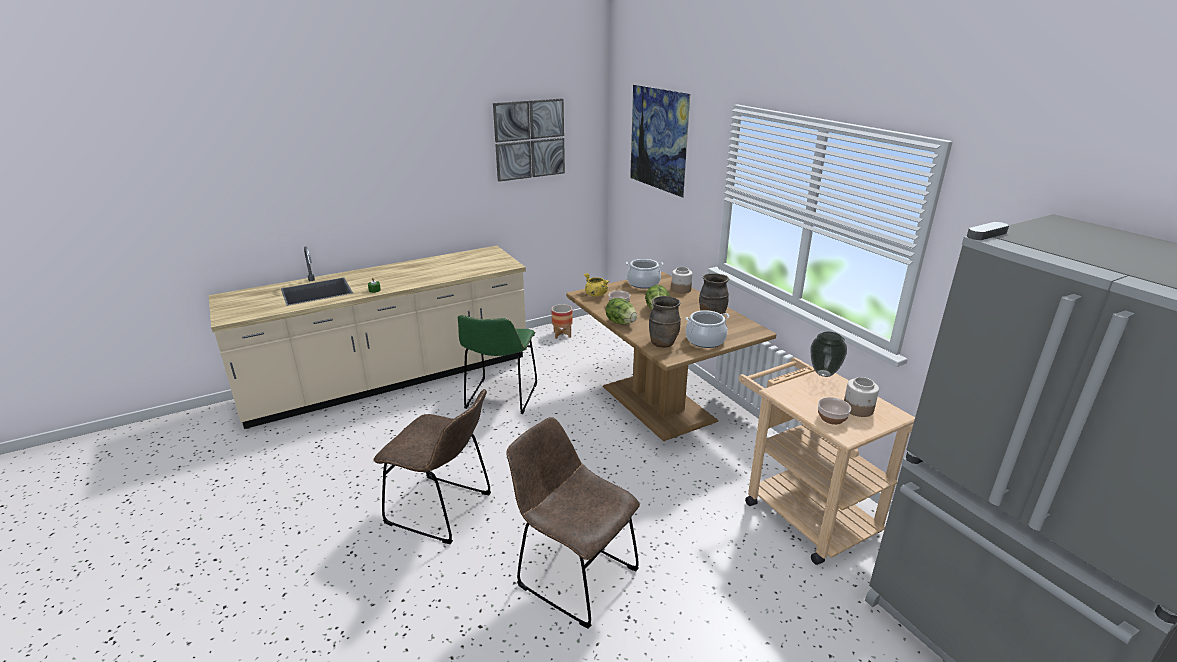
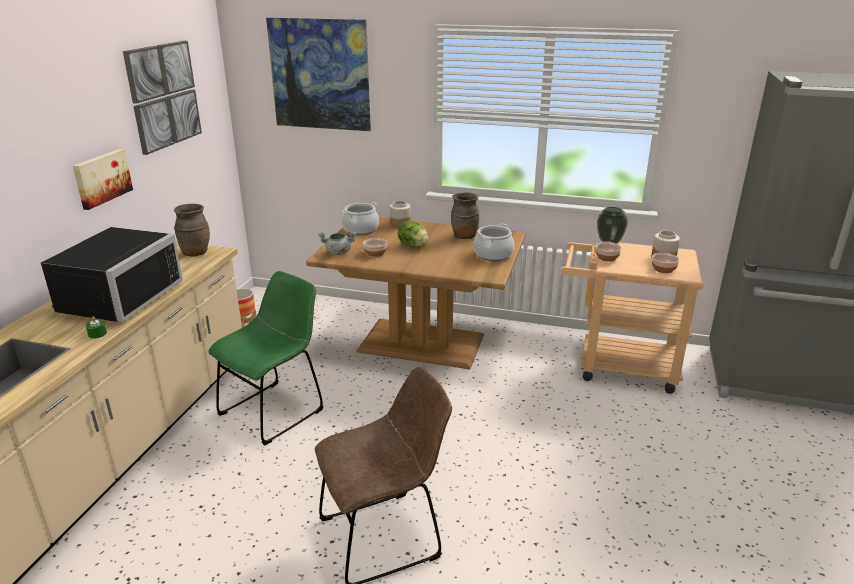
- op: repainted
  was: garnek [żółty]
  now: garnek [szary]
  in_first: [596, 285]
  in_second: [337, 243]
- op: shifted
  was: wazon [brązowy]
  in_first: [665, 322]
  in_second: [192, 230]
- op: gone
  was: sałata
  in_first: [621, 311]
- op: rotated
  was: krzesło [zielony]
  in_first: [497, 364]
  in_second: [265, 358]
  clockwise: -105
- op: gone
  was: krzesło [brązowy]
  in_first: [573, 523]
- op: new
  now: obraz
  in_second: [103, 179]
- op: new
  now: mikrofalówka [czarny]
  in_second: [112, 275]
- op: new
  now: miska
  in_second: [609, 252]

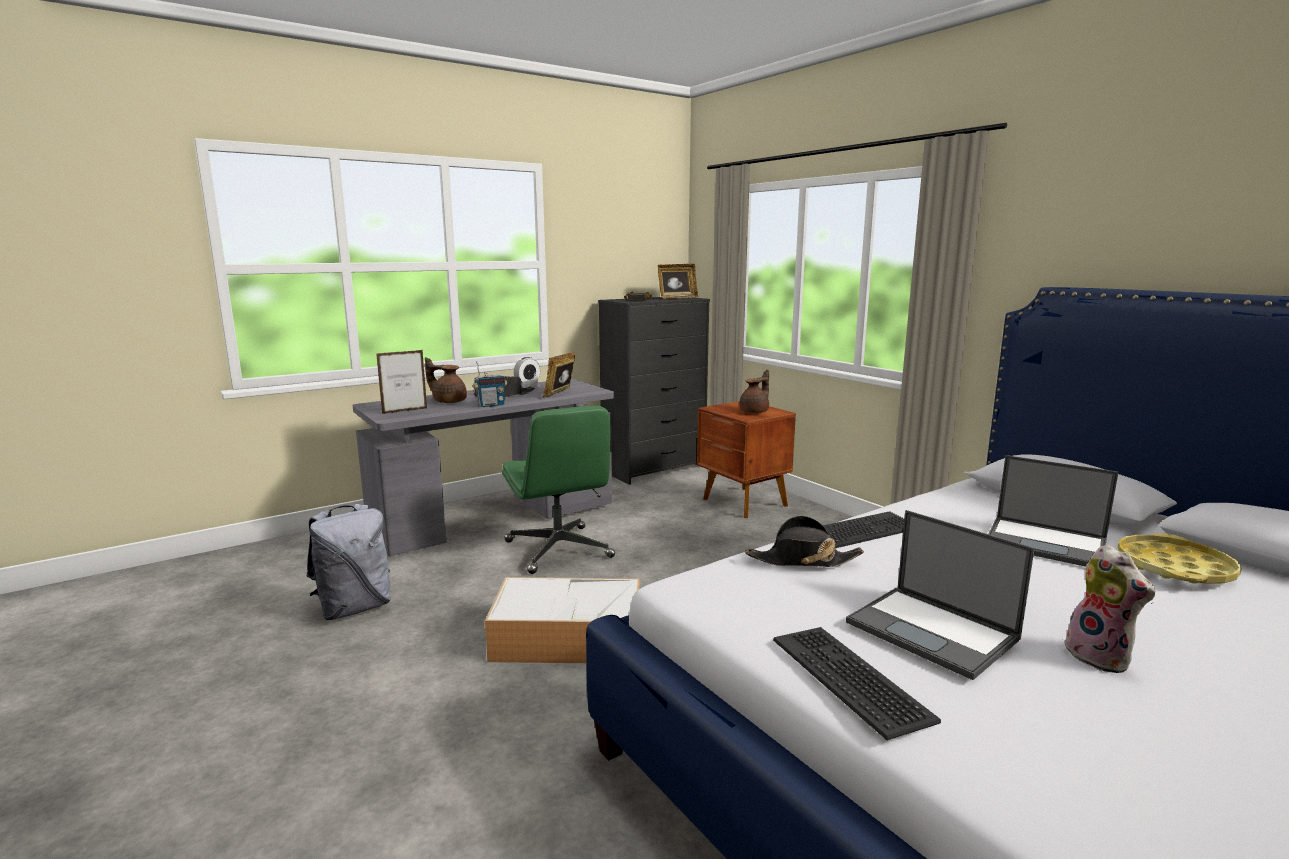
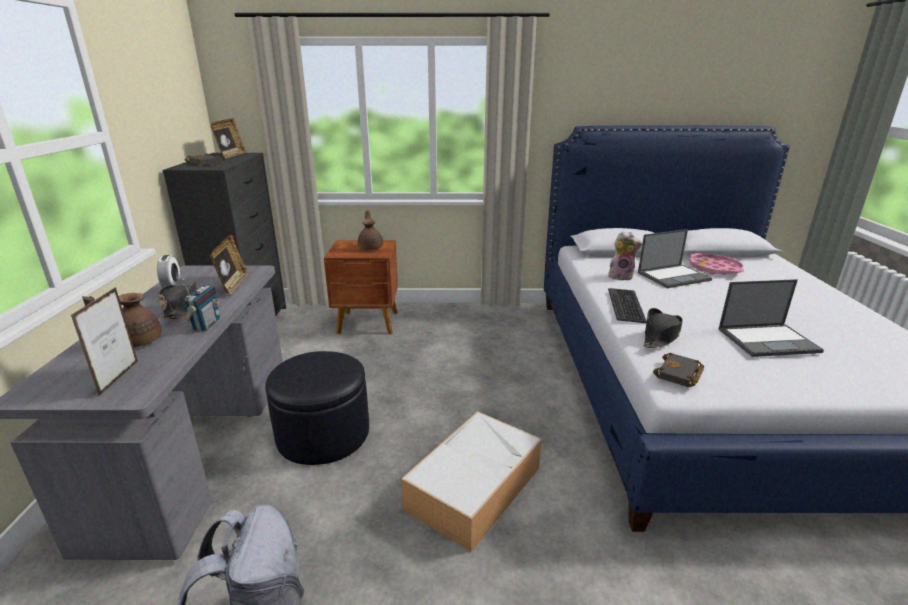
- op: rotated
  was: ramka na zdjęcie
  in_first: [558, 375]
  in_second: [229, 264]
  clockwise: -150
- op: swapped
  was: krzesło biurowe [zielony]
  now: pufa [czarny]
  in_first: [558, 490]
  in_second: [317, 408]
- op: repainted
  was: taca [żółty]
  now: taca [różowy]
  in_first: [1180, 558]
  in_second: [716, 264]
- op: shifted
  was: pluszak
  in_first: [1108, 608]
  in_second: [625, 256]
- op: gone
  was: klawiatura
  in_first: [857, 683]
- op: new
  now: książka [czarny]
  in_second: [678, 370]

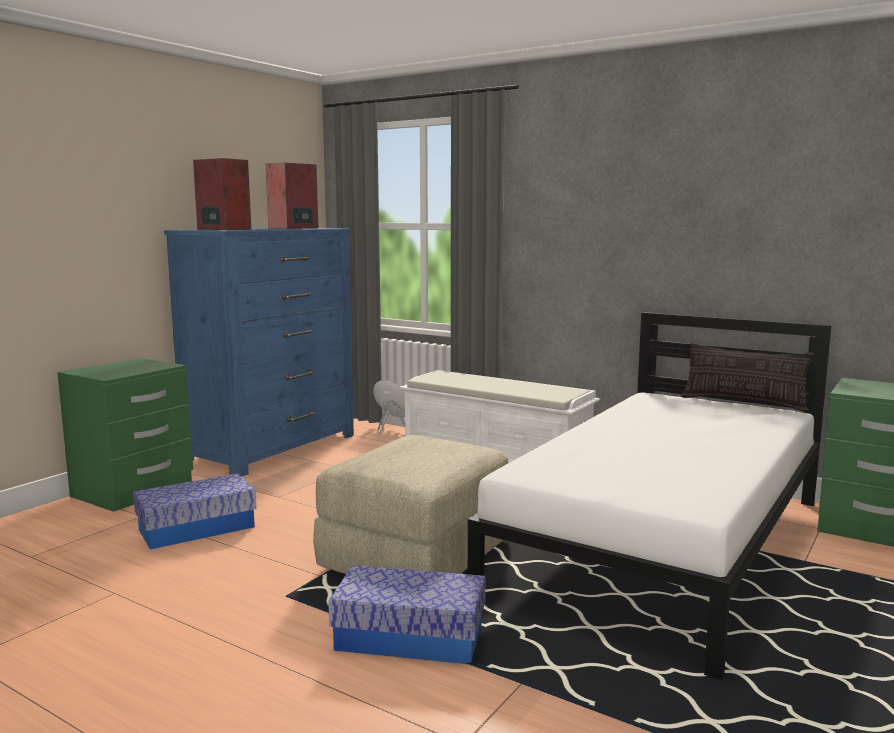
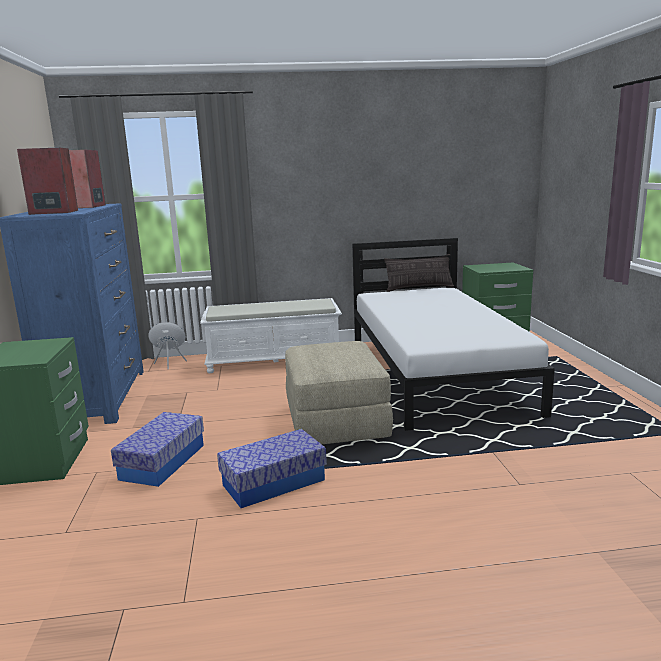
- op: shifted
  was: pojemnik do przechowywania
  in_first: [407, 614]
  in_second: [272, 468]

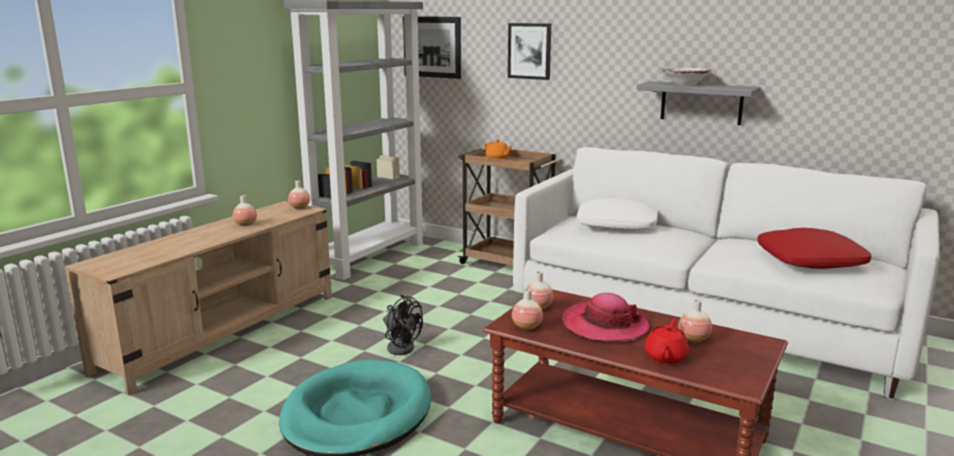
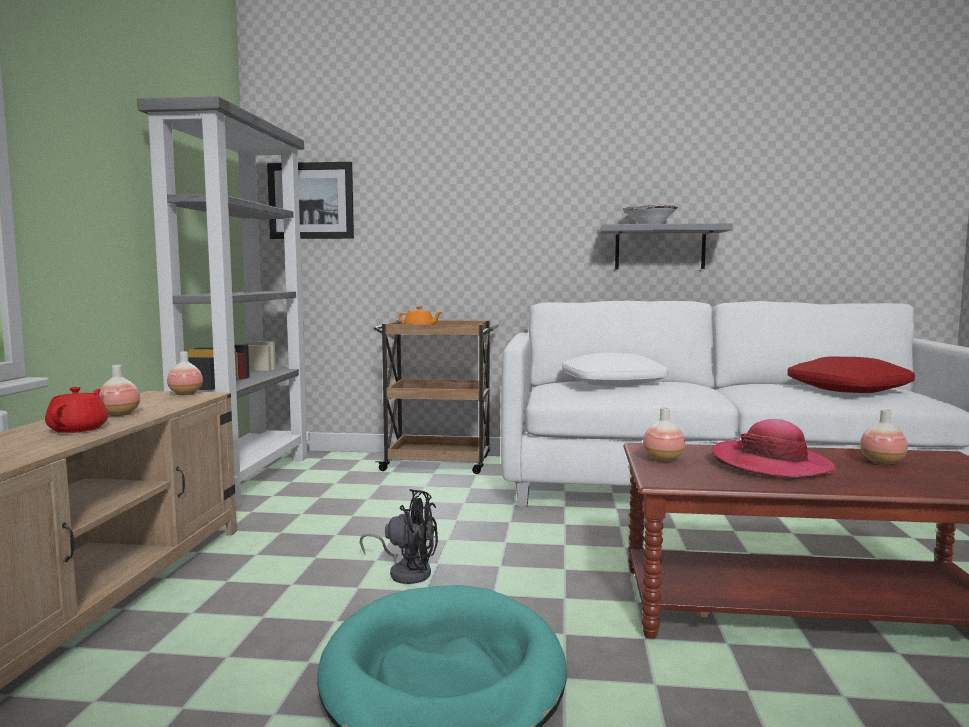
- op: gone
  was: obraz
  in_first: [529, 51]
- op: gone
  was: wazon
  in_first: [527, 309]
- op: shifted
  was: imbryk [czerwony]
  in_first: [667, 341]
  in_second: [76, 410]

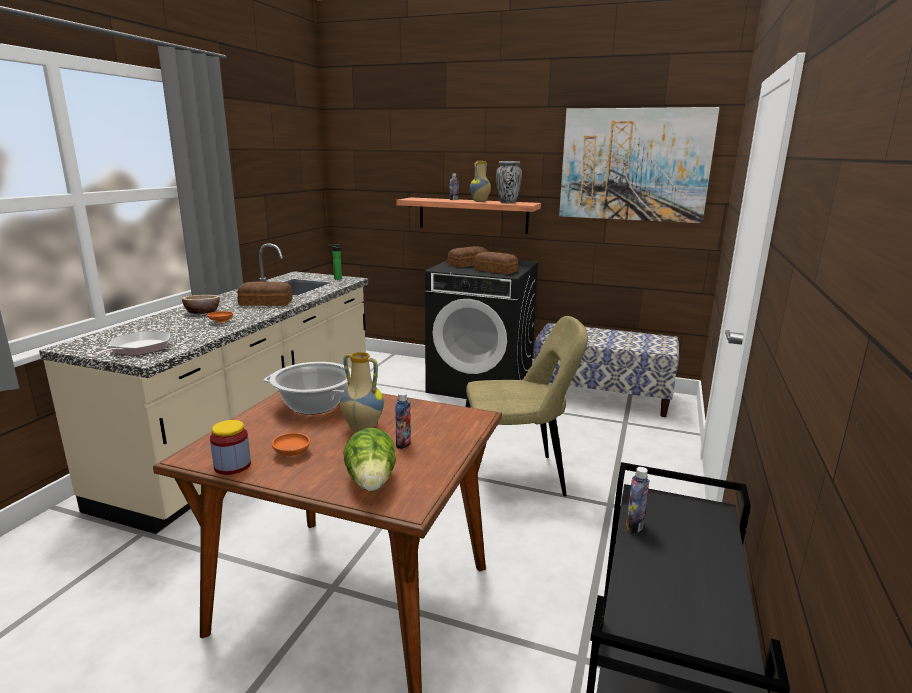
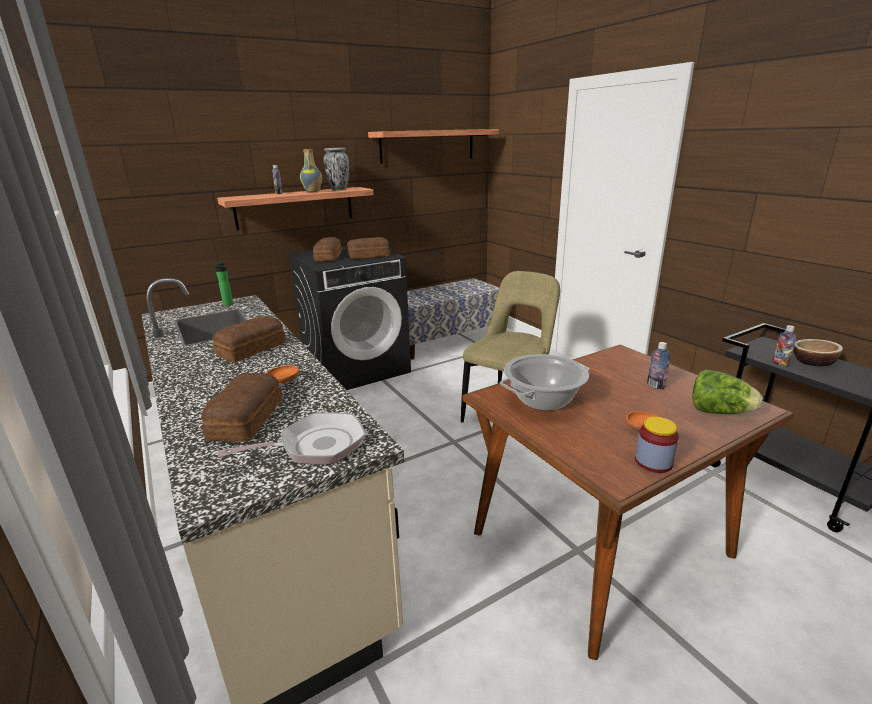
- op: swapped
  was: obraz
  now: półka
  in_first: [639, 165]
  in_second: [433, 146]
- op: shifted
  was: miska
  in_first: [201, 304]
  in_second: [818, 352]
- op: rotated
  was: patelnia
  in_first: [128, 344]
  in_second: [292, 438]
  clockwise: 105
- op: gone
  was: wazon
  in_first: [362, 392]
- op: new
  now: chleb
  in_second: [241, 407]

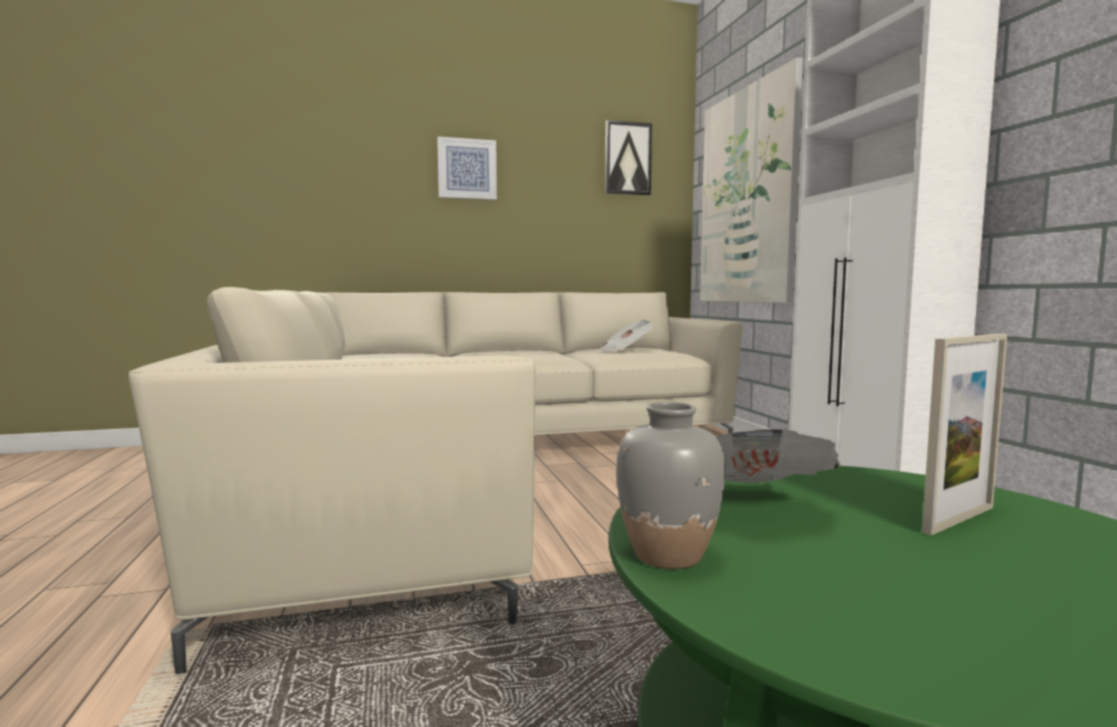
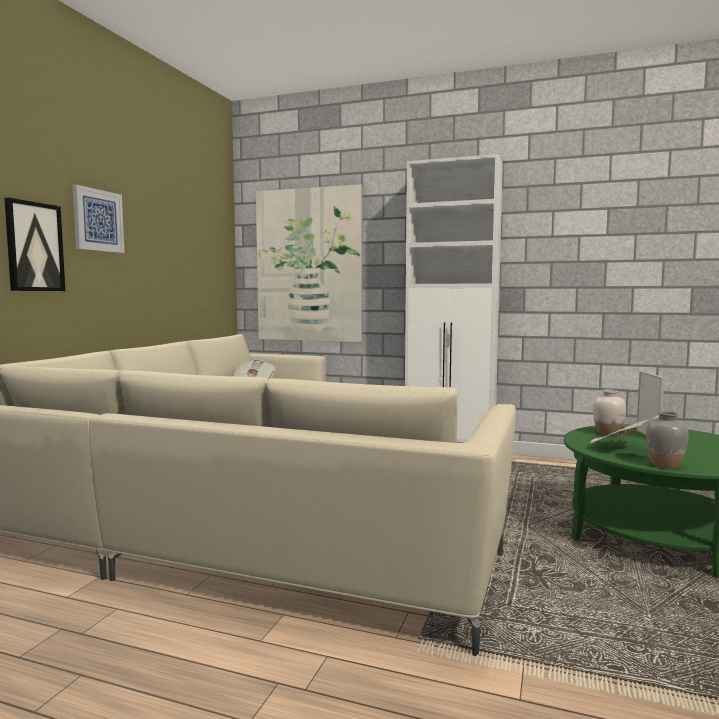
- op: shifted
  was: obraz
  in_first: [628, 157]
  in_second: [34, 244]
- op: new
  now: wazon [biały]
  in_second: [609, 413]

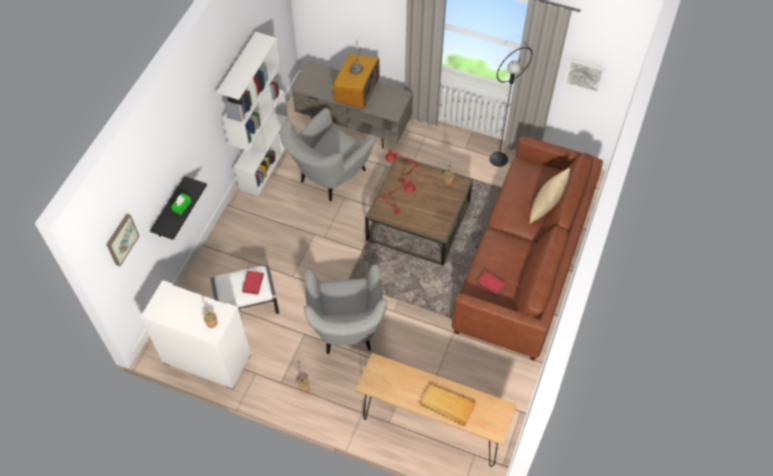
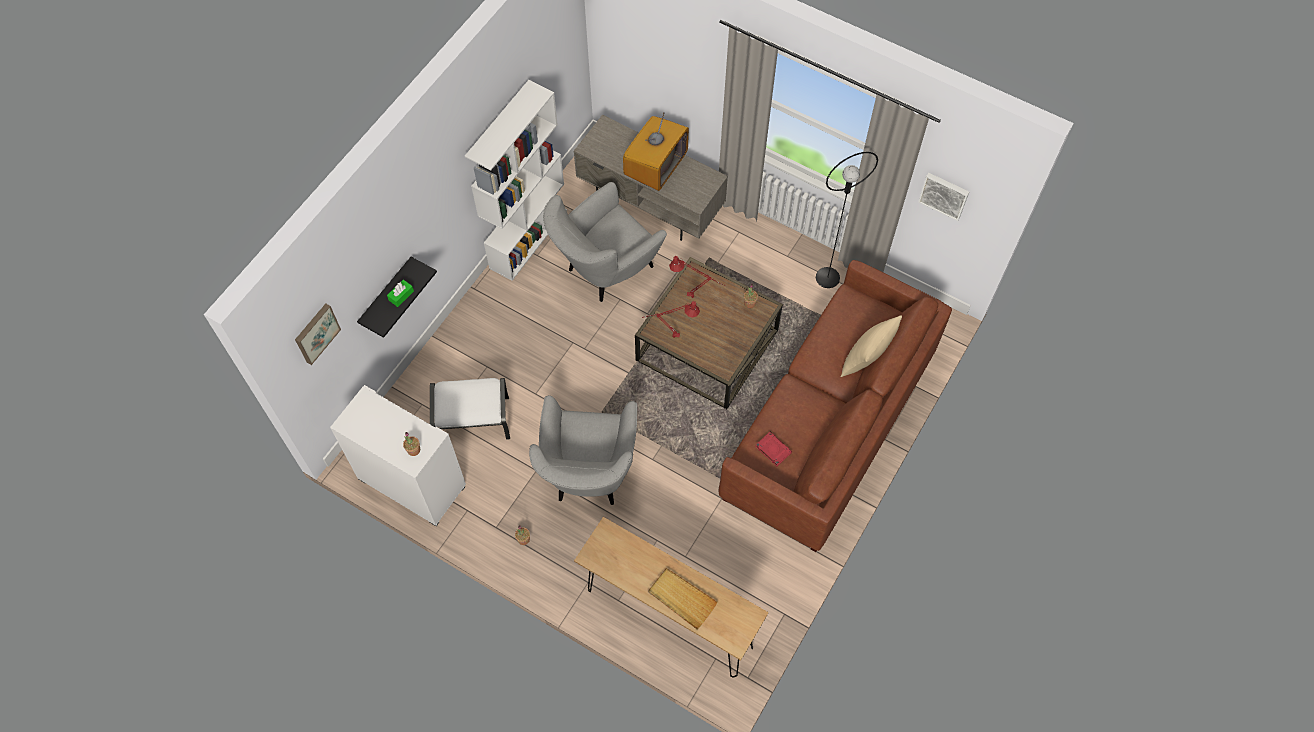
- op: gone
  was: książka [czerwony]
  in_first: [253, 283]

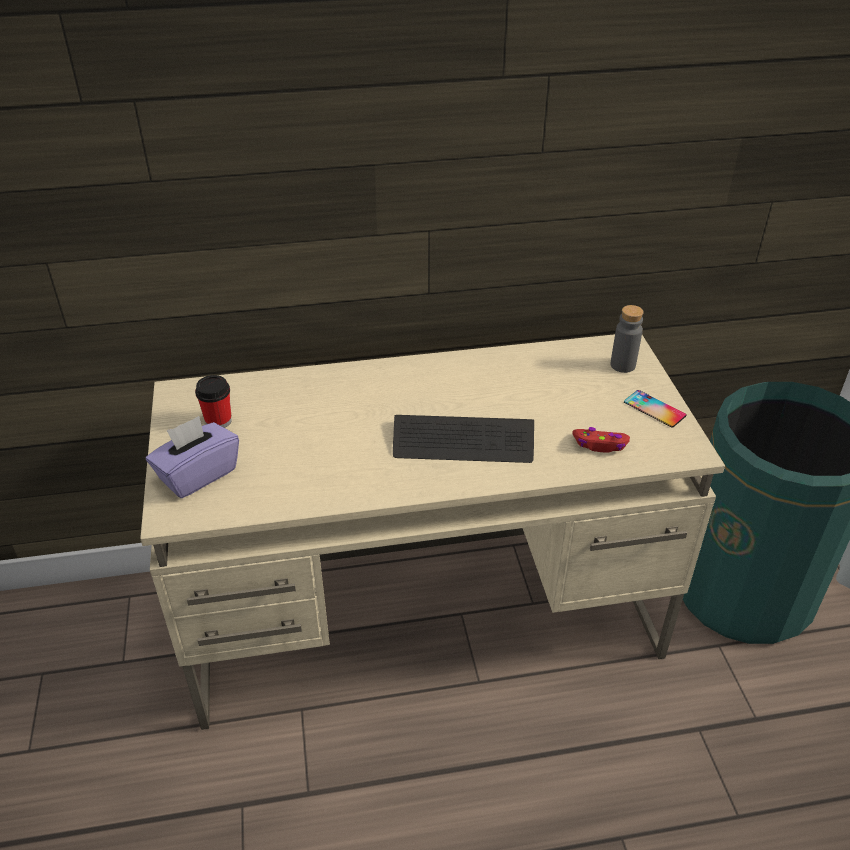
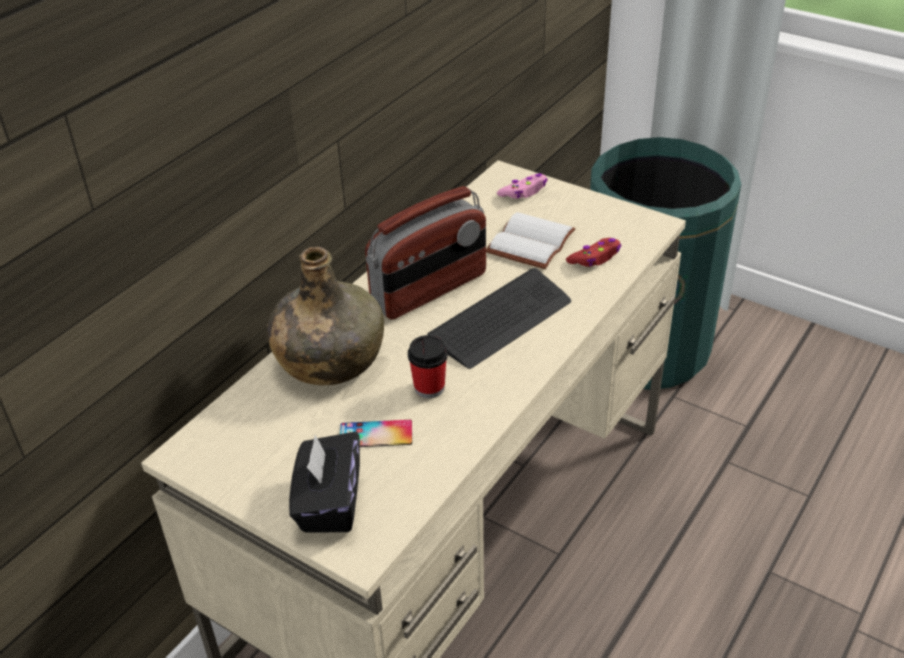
- op: swapped
  was: butelka [szary]
  now: pad do gier [różowy]
  in_first: [627, 339]
  in_second: [522, 186]
- op: shifted
  was: filiżanka
  in_first: [213, 401]
  in_second: [428, 366]
- op: shifted
  was: telefon
  in_first: [655, 409]
  in_second: [376, 433]
- op: repainted
  was: pudełko chusteczek [fioletowy]
  now: pudełko chusteczek [czarny]
  in_first: [192, 457]
  in_second: [324, 482]
- op: new
  now: radio
  in_second: [425, 253]
- op: new
  now: książka [biały]
  in_second: [530, 240]
- op: new
  now: butelka [zielony]
  in_second: [325, 316]

